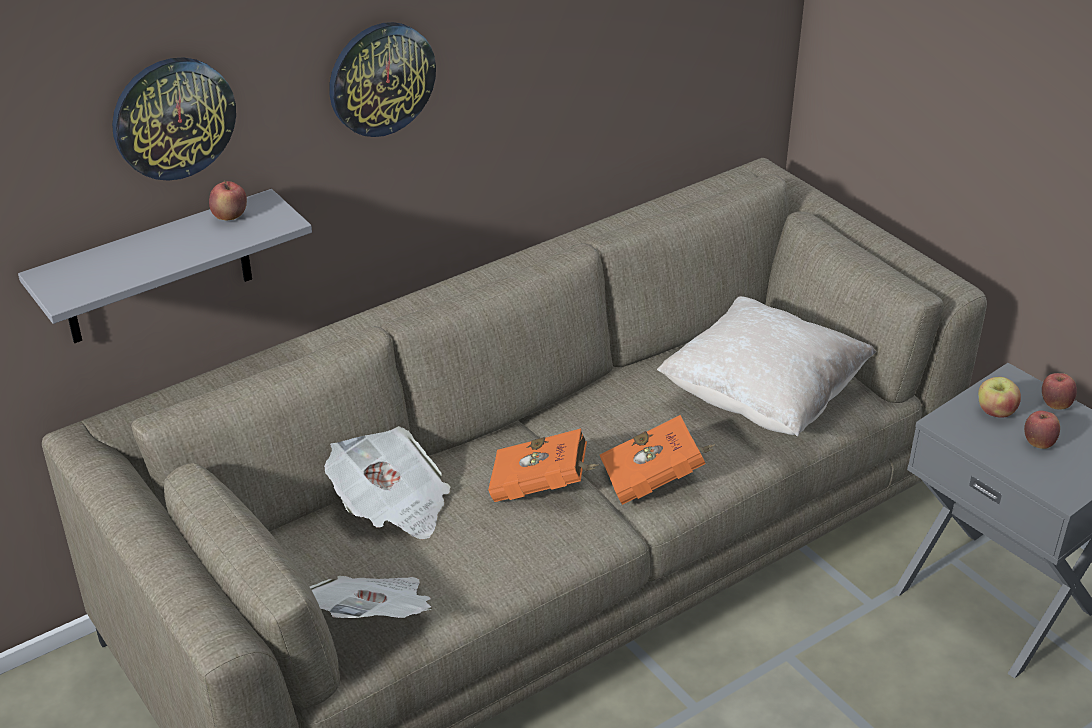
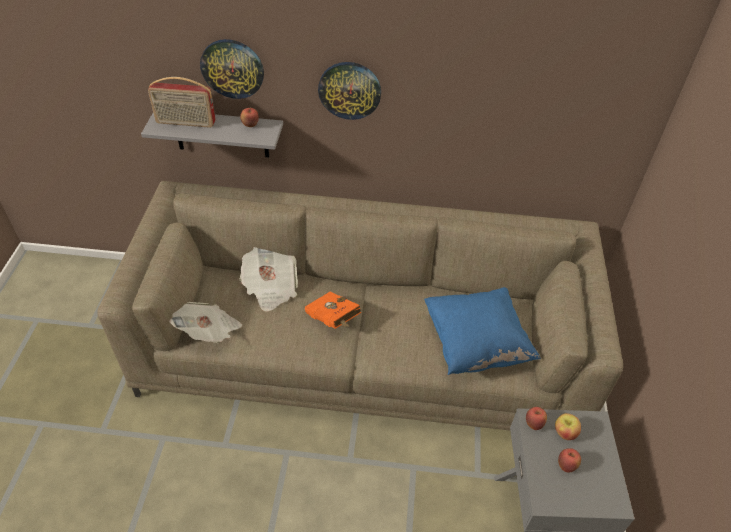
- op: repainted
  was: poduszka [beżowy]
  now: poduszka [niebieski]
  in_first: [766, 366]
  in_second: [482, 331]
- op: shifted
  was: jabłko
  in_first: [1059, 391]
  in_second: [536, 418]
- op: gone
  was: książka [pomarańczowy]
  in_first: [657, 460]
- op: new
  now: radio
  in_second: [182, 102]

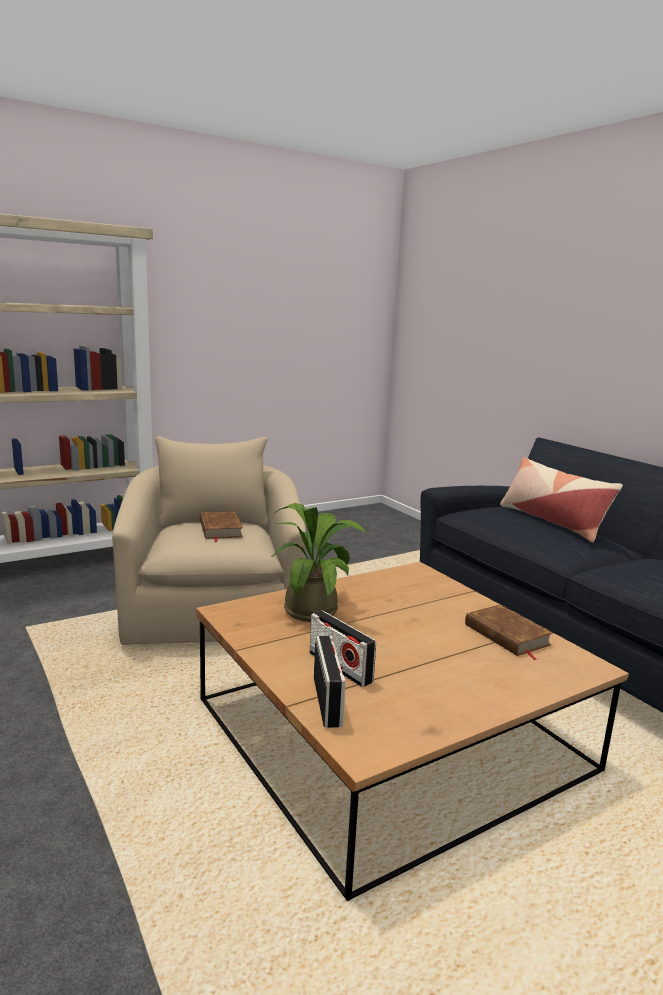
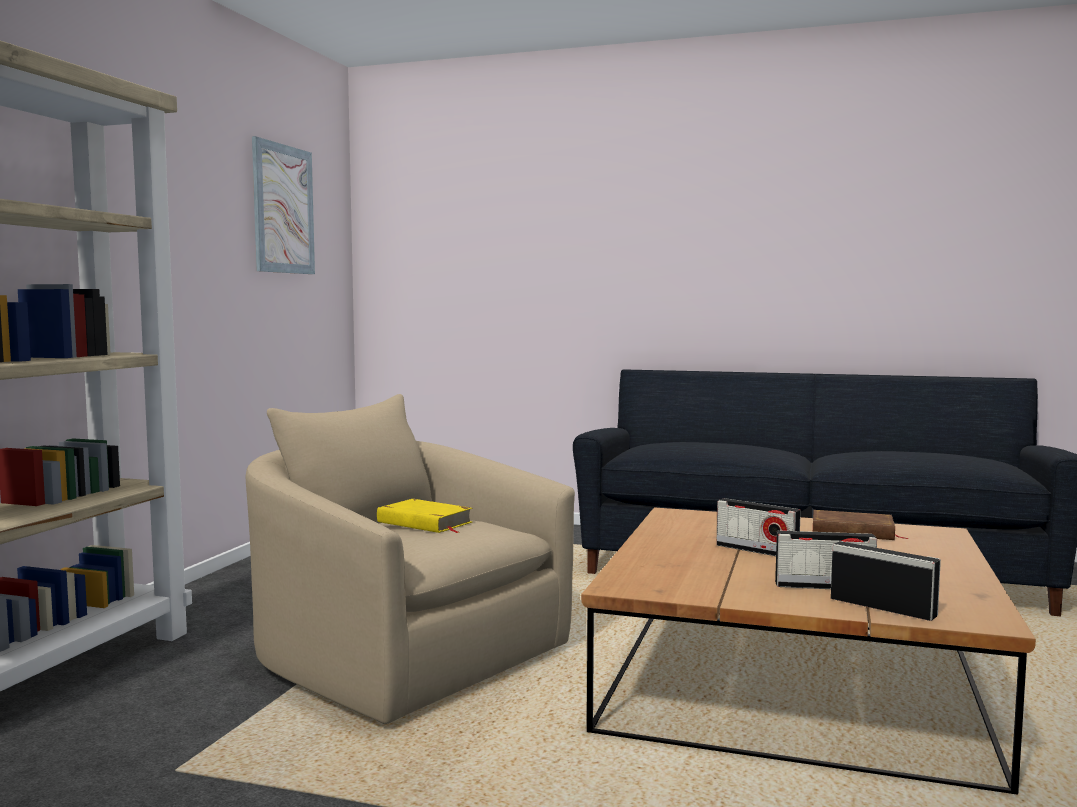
- op: gone
  was: poduszka
  in_first: [561, 500]
- op: gone
  was: roślina doniczkowa
  in_first: [319, 562]
- op: repainted
  was: książka [brązowy]
  now: książka [żółty]
  in_first: [221, 526]
  in_second: [424, 516]
- op: new
  now: obraz
  in_second: [283, 205]
- op: new
  now: radio
  in_second: [758, 527]

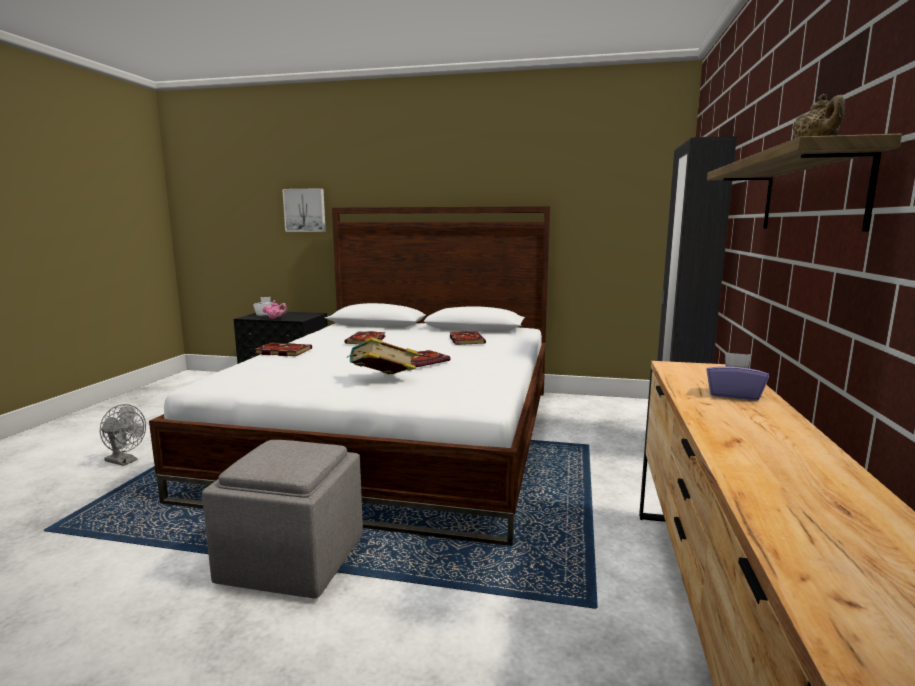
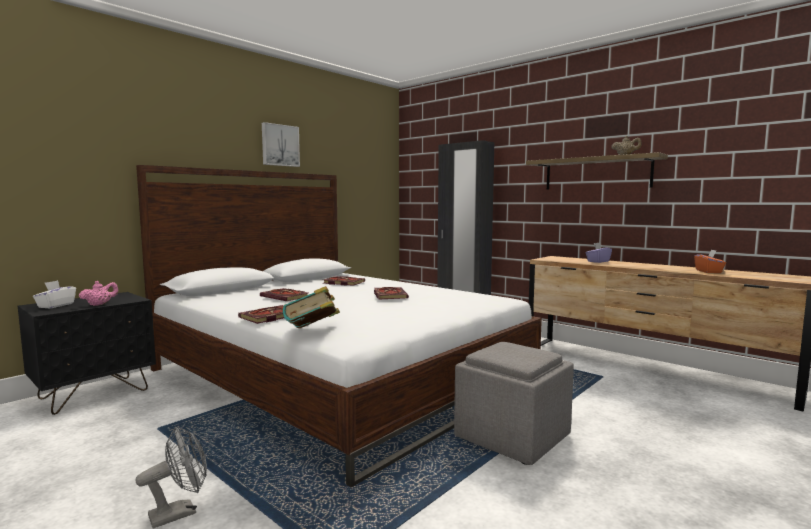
- op: shifted
  was: obraz
  in_first: [304, 210]
  in_second: [281, 144]
- op: shifted
  was: książka
  in_first: [382, 355]
  in_second: [311, 307]
- op: new
  now: pudełko chusteczek [pomarańczowy]
  in_second: [710, 261]

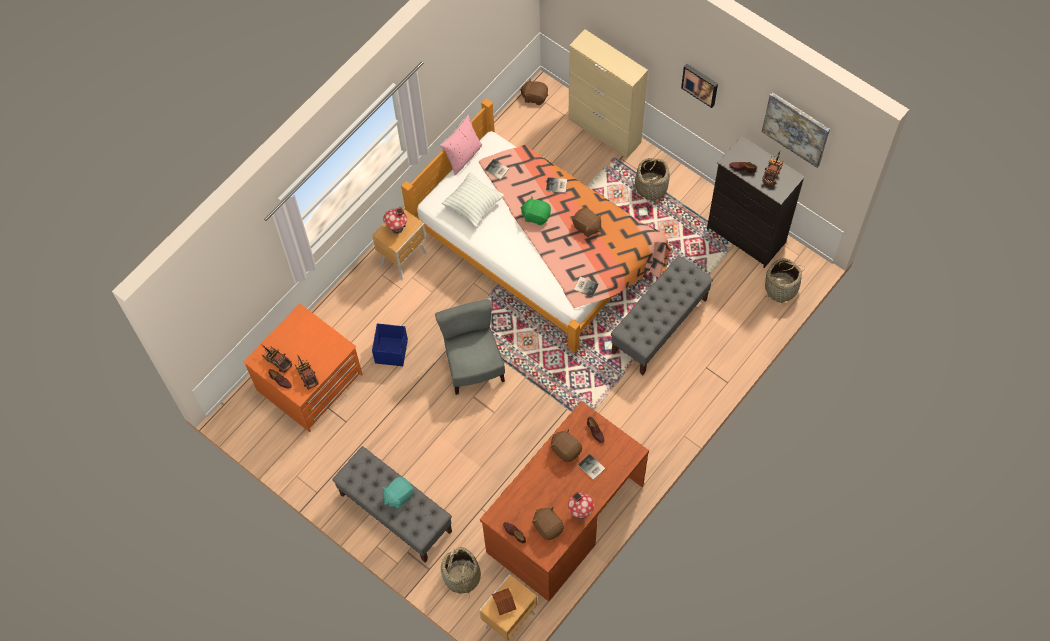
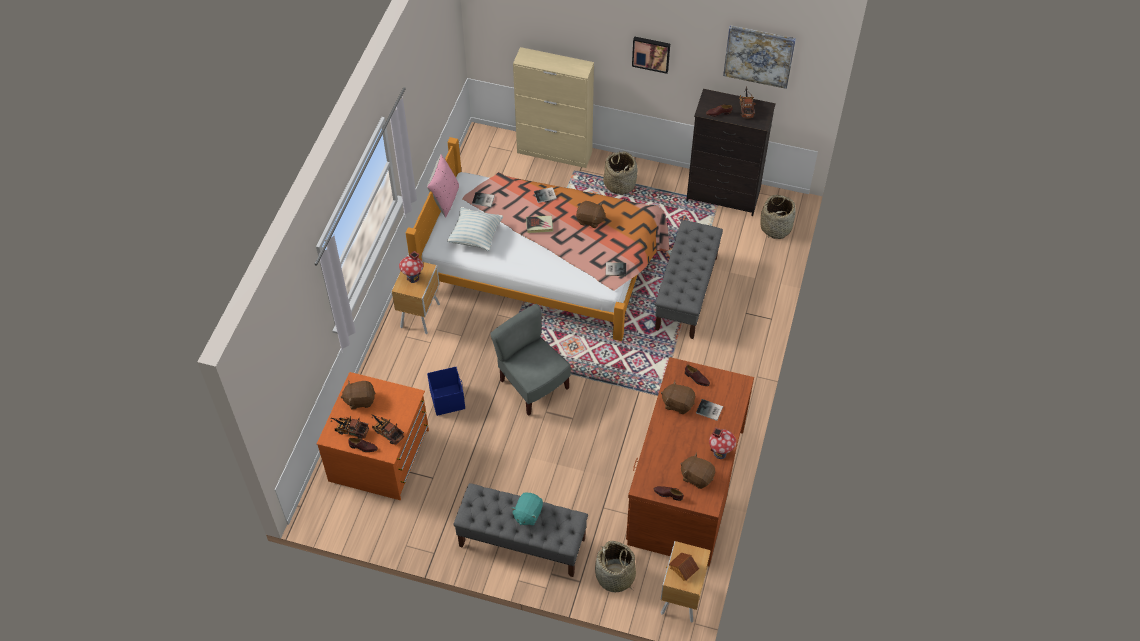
- op: shifted
  was: pluszak [brązowy]
  in_first: [534, 92]
  in_second: [358, 395]
- op: swapped
  was: pluszak [zielony]
  now: książka
  in_first: [535, 210]
  in_second: [539, 224]

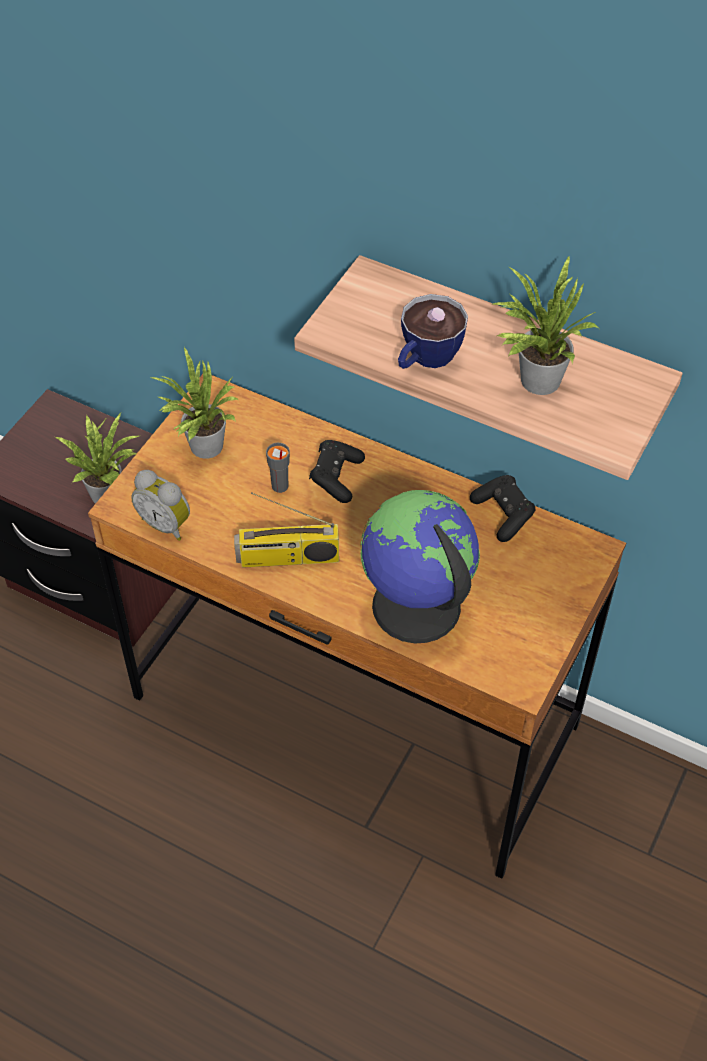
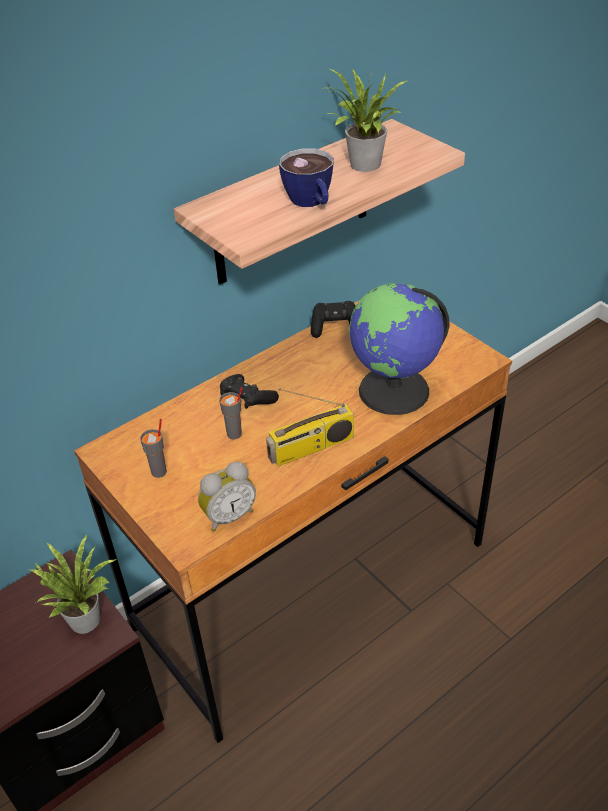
- op: swapped
  was: roślina doniczkowa
  now: filiżanka [szary]
  in_first: [193, 403]
  in_second: [153, 448]
- op: rotated
  was: radio
  in_first: [286, 530]
  in_second: [310, 427]
  clockwise: 45

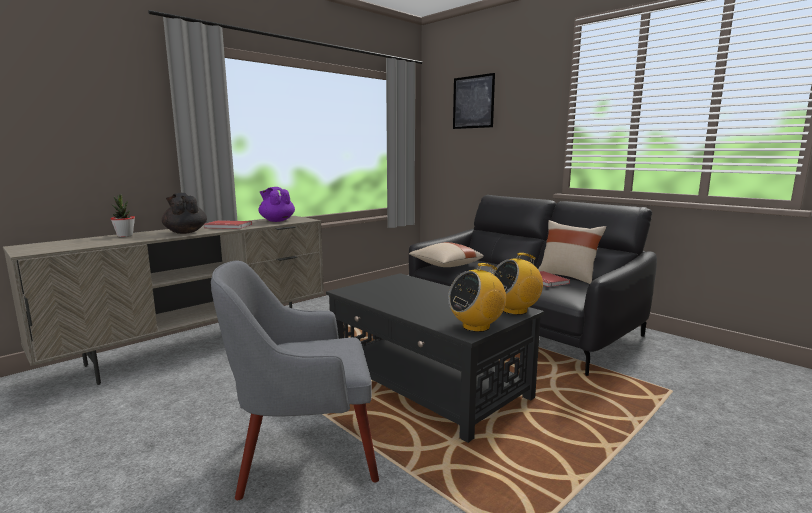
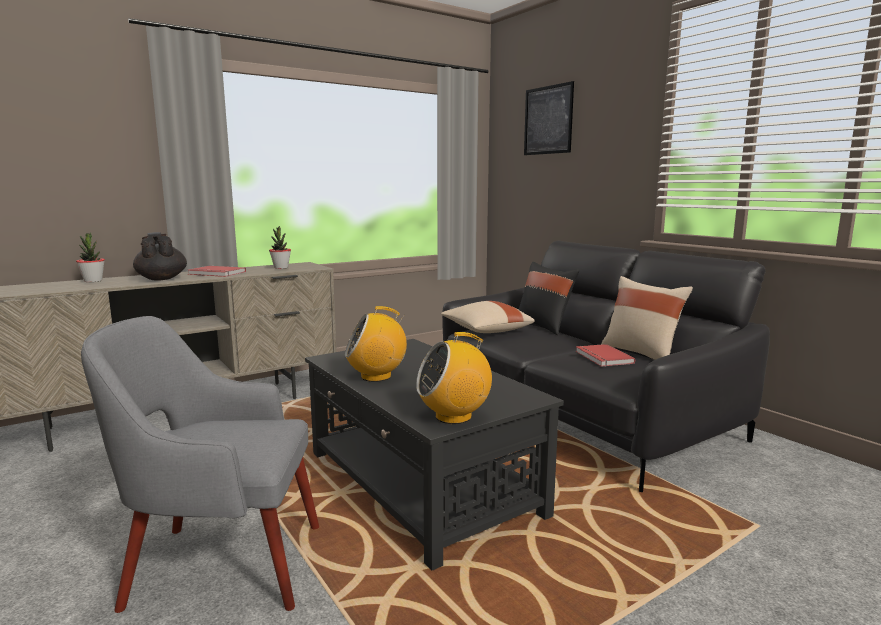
- op: swapped
  was: imbryk [fioletowy]
  now: roślina doniczkowa
  in_first: [277, 204]
  in_second: [280, 247]
- op: shifted
  was: radio
  in_first: [517, 284]
  in_second: [376, 344]
- op: new
  now: poduszka [czarny]
  in_second: [549, 298]

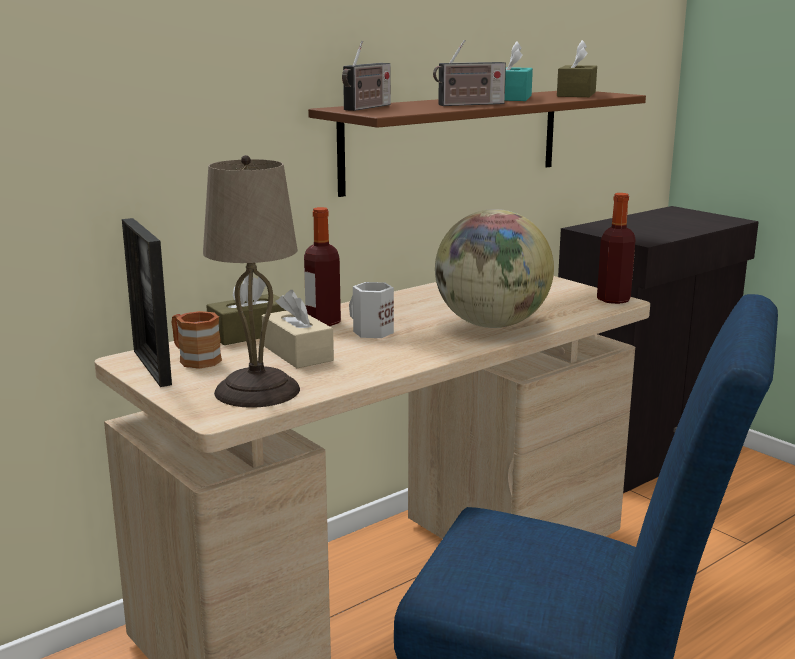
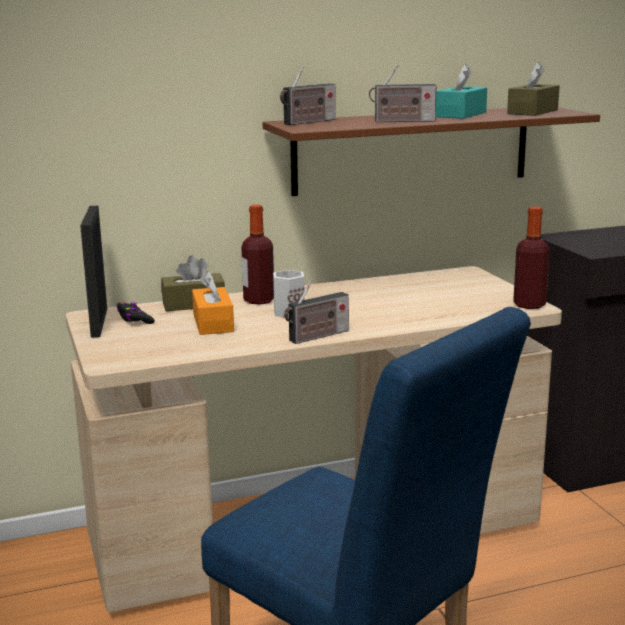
- op: gone
  was: lampa stołowa [beżowy]
  in_first: [251, 281]
- op: gone
  was: globus
  in_first: [494, 268]
- op: repainted
  was: pudełko chusteczek [beżowy]
  now: pudełko chusteczek [pomarańczowy]
  in_first: [298, 329]
  in_second: [213, 303]
- op: swapped
  was: kubek [brązowy]
  now: pad do gier [czarny]
  in_first: [197, 340]
  in_second: [135, 313]
- op: new
  now: radio
  in_second: [316, 312]

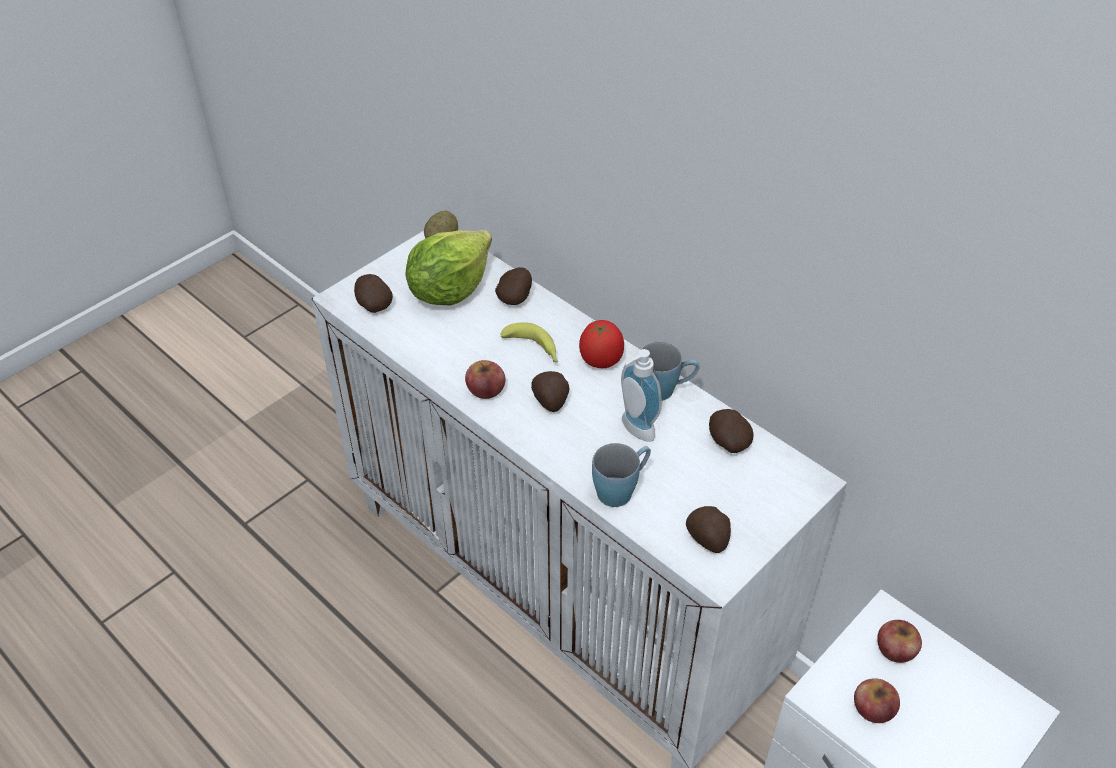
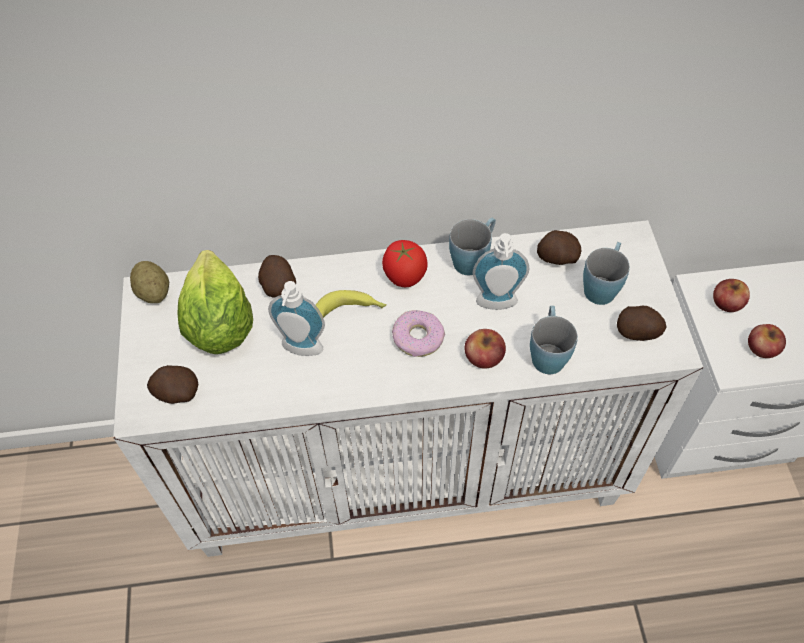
- op: shifted
  was: jabłko
  in_first: [485, 379]
  in_second: [485, 349]
- op: swapped
  was: ziemniak
  now: donut
  in_first: [550, 391]
  in_second: [418, 333]
- op: new
  now: kubek [niebieski]
  in_second: [606, 273]
- op: new
  now: dozownik mydła
  in_second: [296, 318]

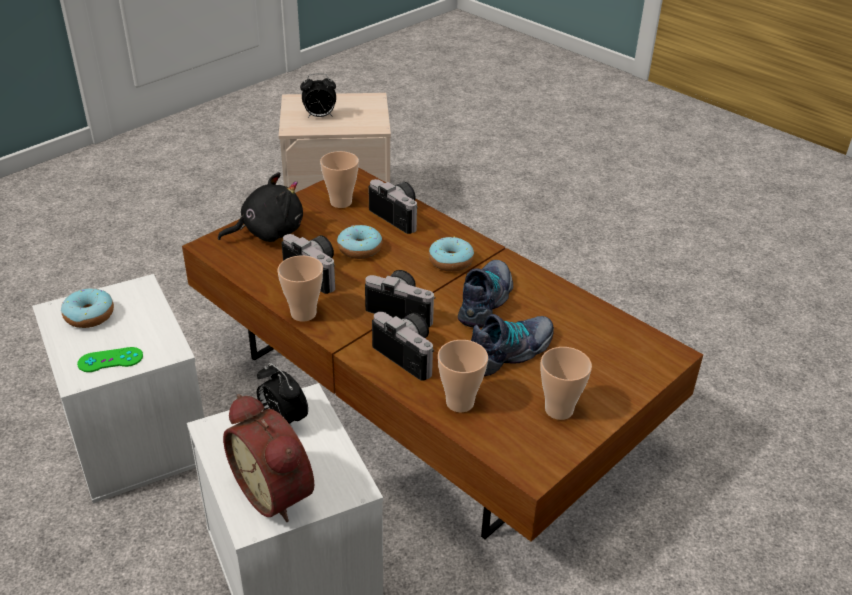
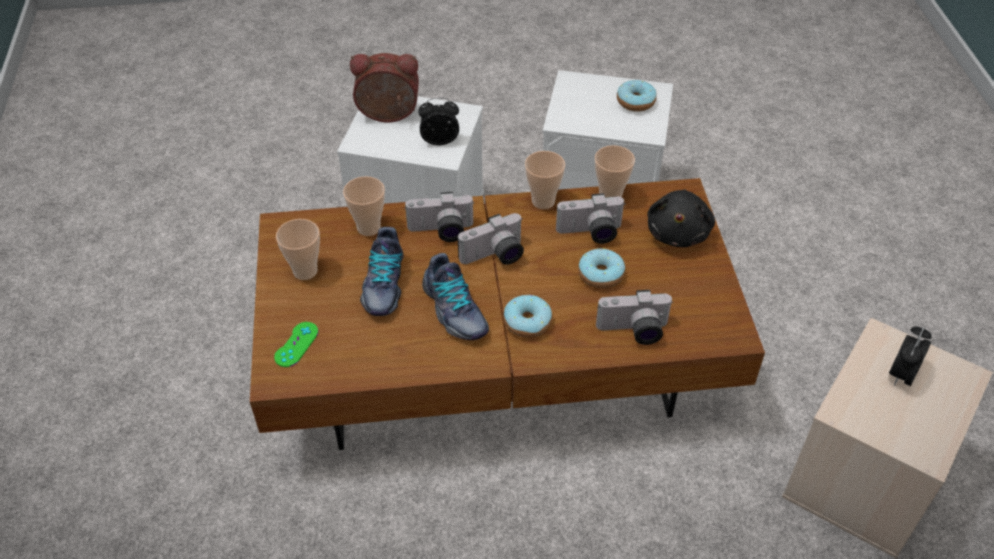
- op: shifted
  was: filiżanka
  in_first: [339, 179]
  in_second: [615, 171]
- op: shifted
  was: pad do gier [zielony]
  in_first: [110, 359]
  in_second: [296, 344]

